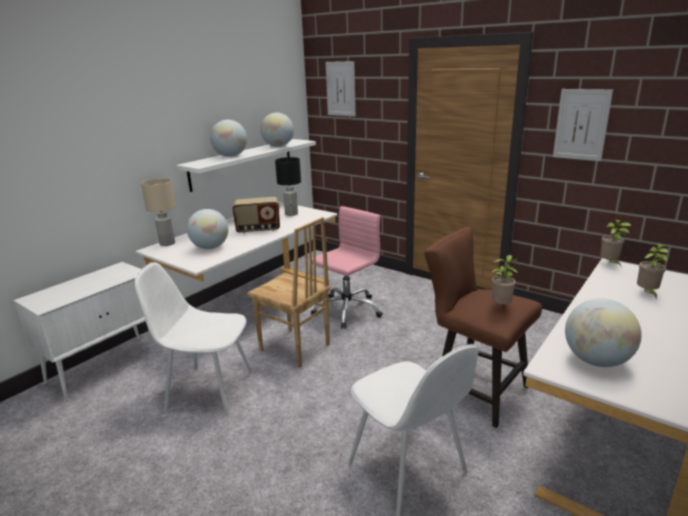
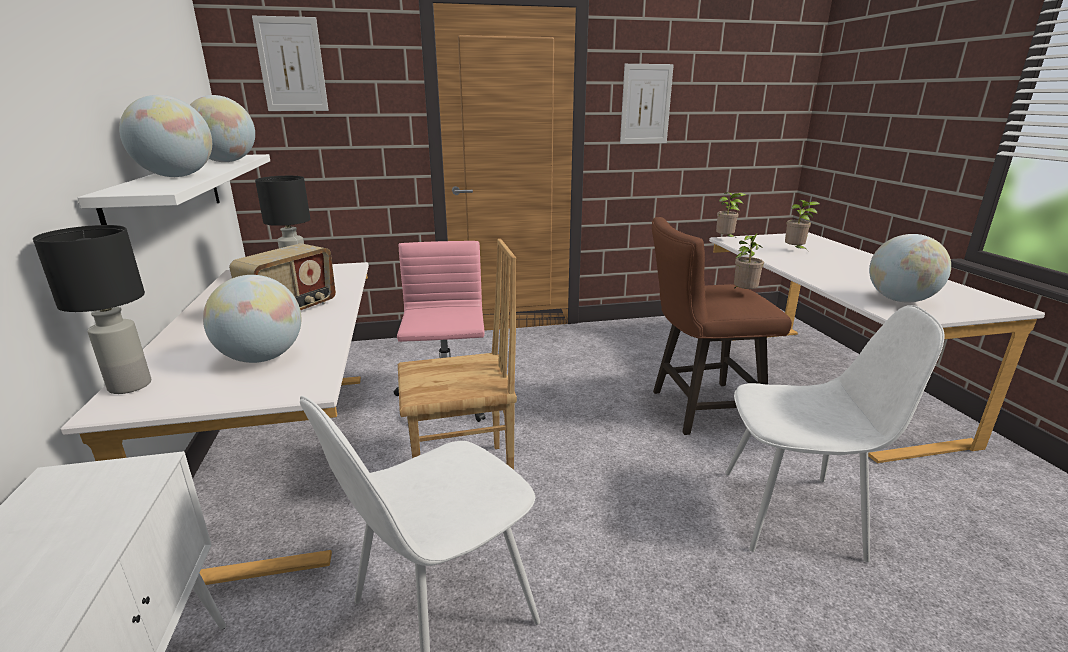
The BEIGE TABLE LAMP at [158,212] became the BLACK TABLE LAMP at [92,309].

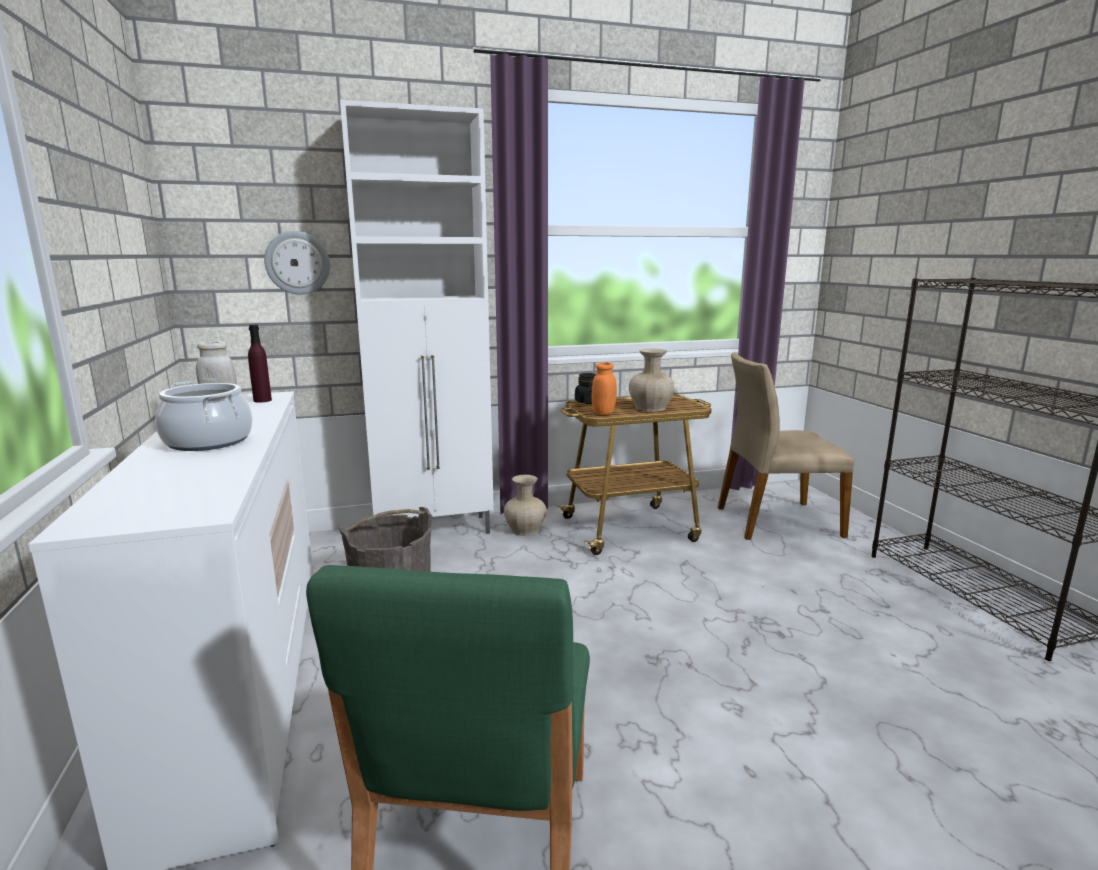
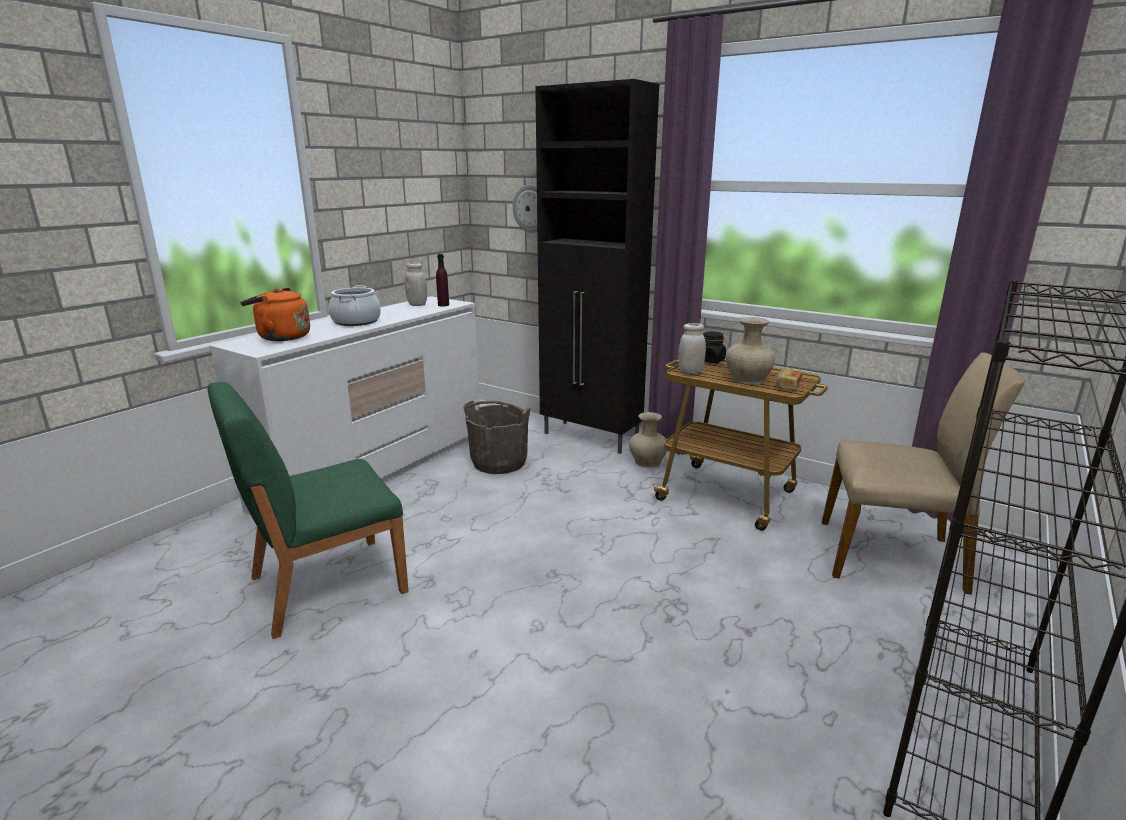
The ORANGE KETTLE at [275,314] appeared.
The WHITE CABINET at [417,317] became the BLACK CABINET at [597,266].
The ORANGE JAR at [604,389] became the WHITE JAR at [692,348].
The BREAD at [789,379] appeared.
The BEIGE CHAIR at [786,446] turned 150 degrees clockwise.

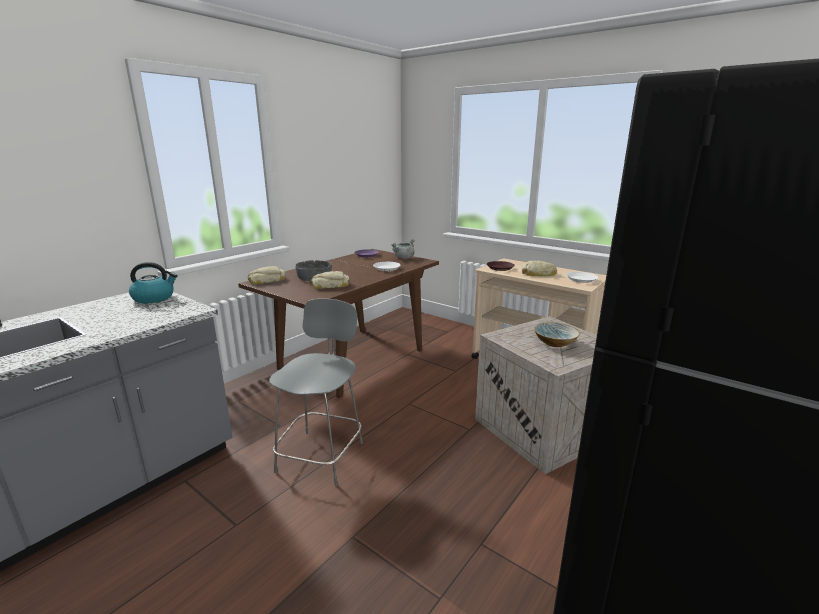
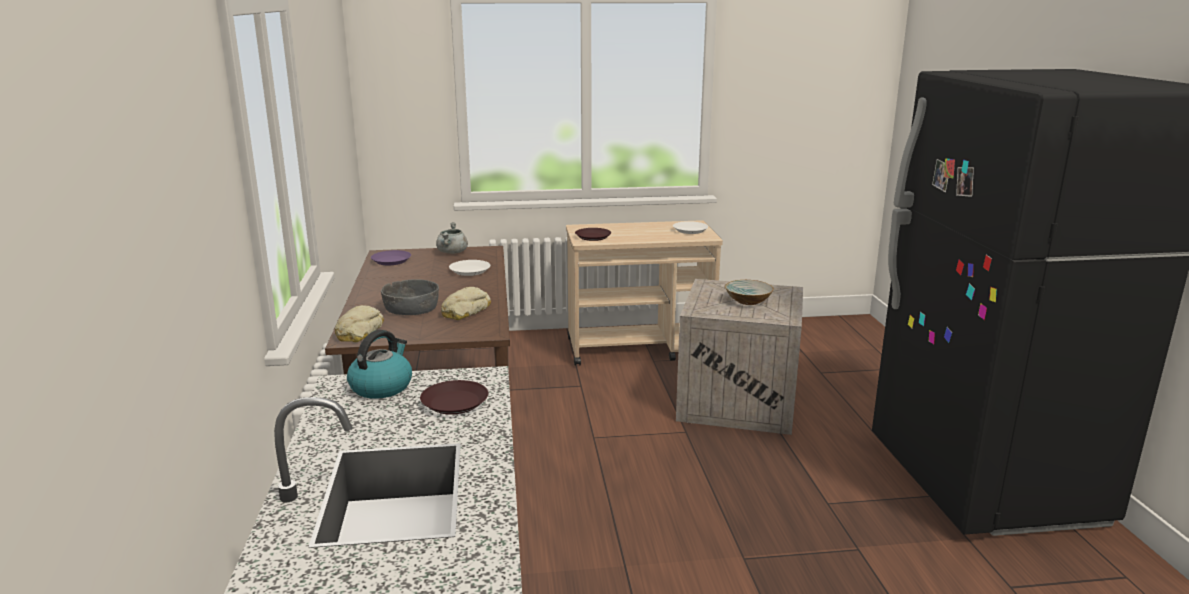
The BROWN PLATE at [454,397] appeared.
The GREY STOOL at [316,392] disappeared.
The BREAD at [539,268] disappeared.

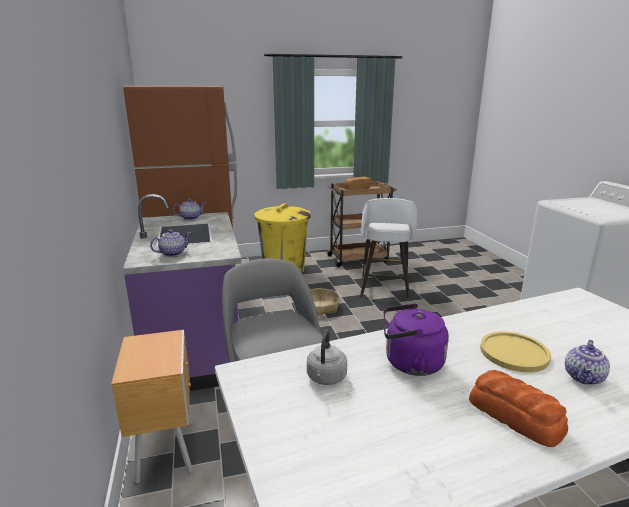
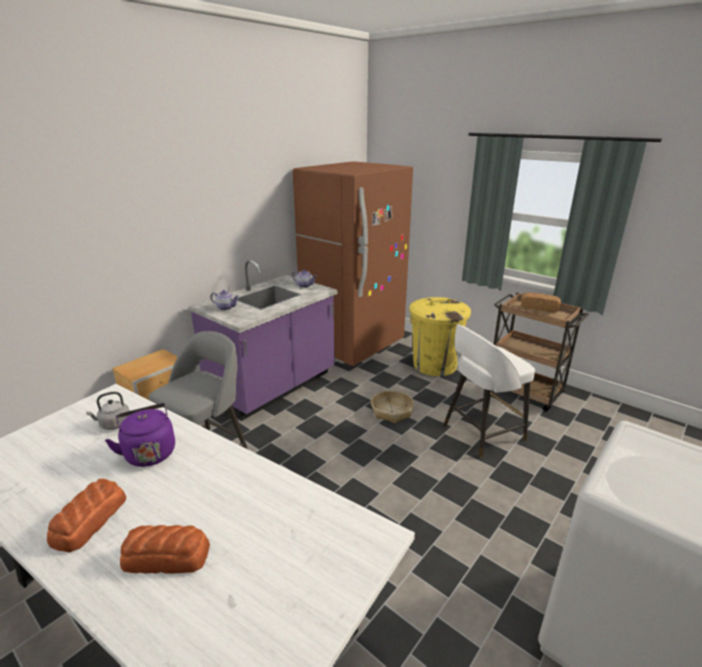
The TEAPOT at [587,362] was replaced by the BREAD at [165,549].
The YELLOW PLATE at [515,352] disappeared.

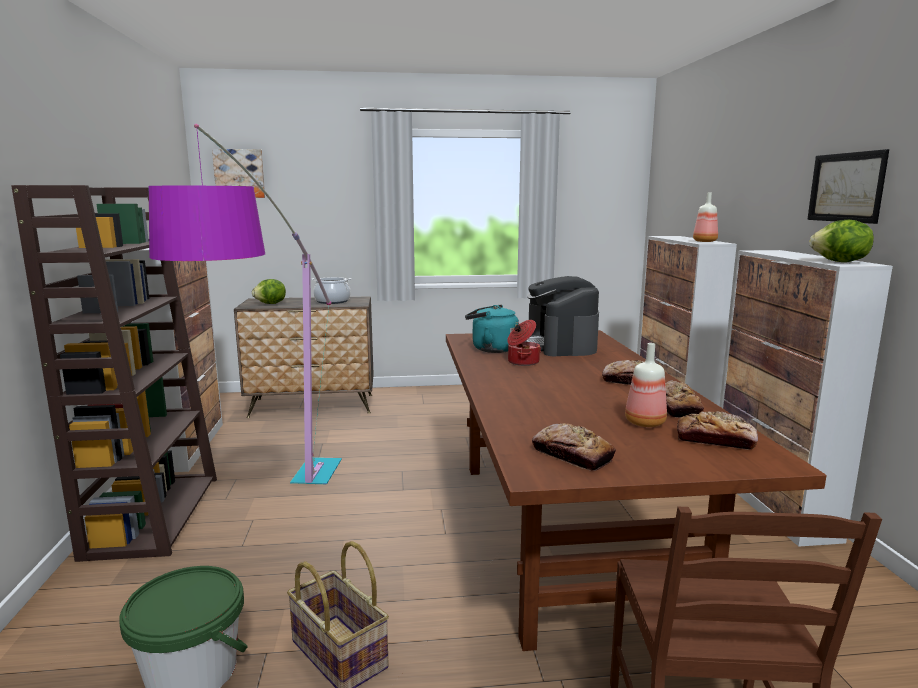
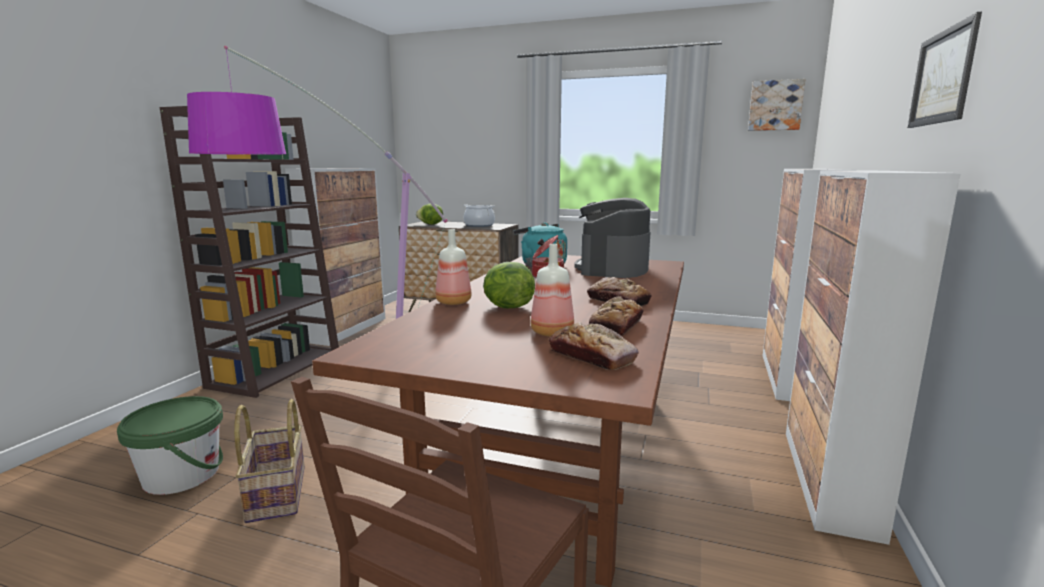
The BOTTLE moved from [705,217] to [453,267].
The LETTUCE moved from [841,241] to [509,285].
The PICTURE moved from [238,173] to [776,105].
The BREAD at [574,447] disappeared.

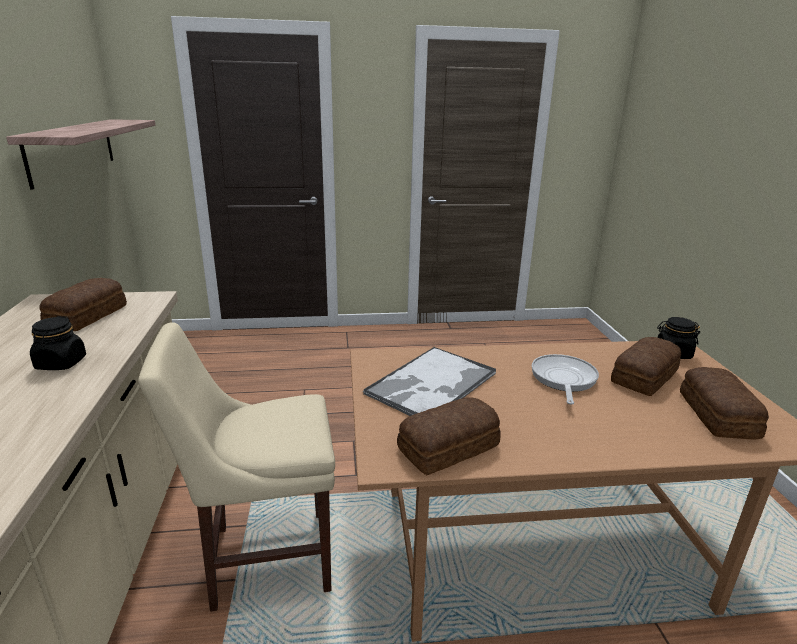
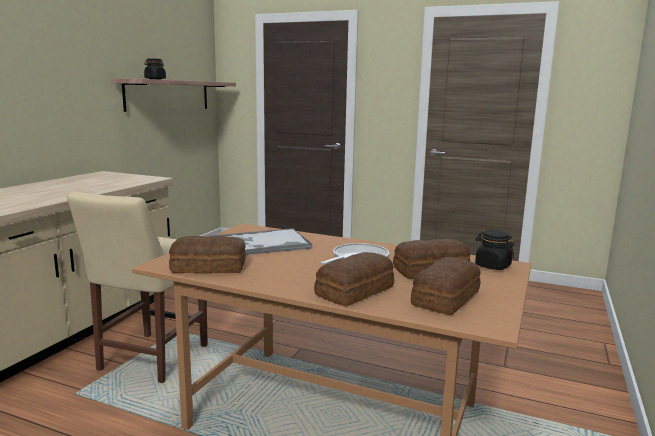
The BEIGE CHAIR at [236,467] turned 90 degrees counterclockwise.
The BLACK JAR moved from [58,343] to [155,69].
The BREAD moved from [83,304] to [354,279].

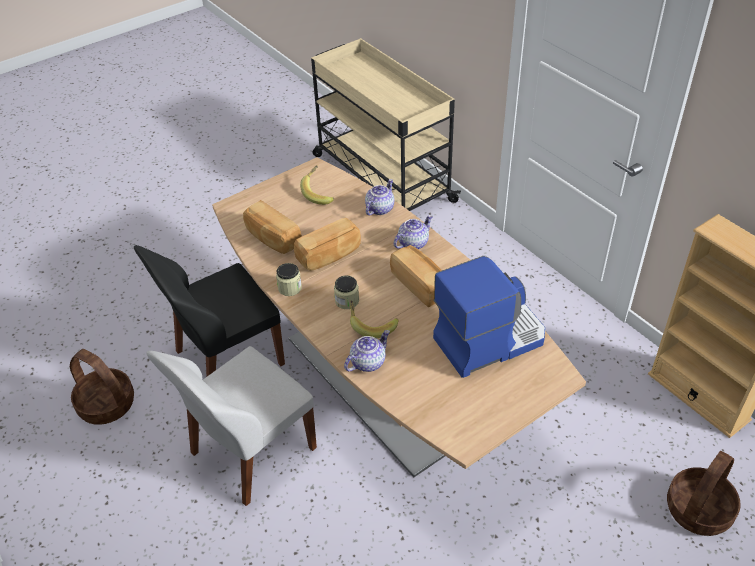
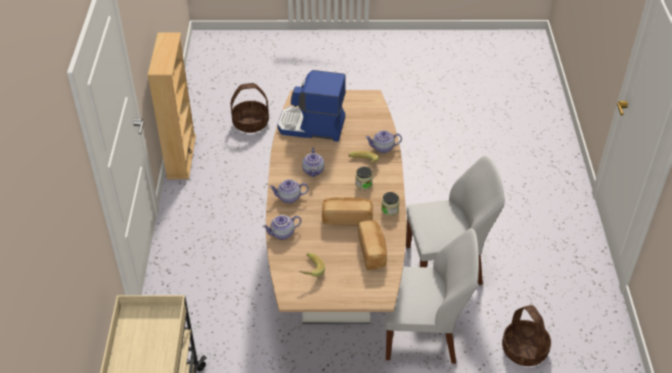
The BREAD at [416,276] was replaced by the TEAPOT at [313,162].
The BLACK CHAIR at [209,311] became the WHITE CHAIR at [432,296].

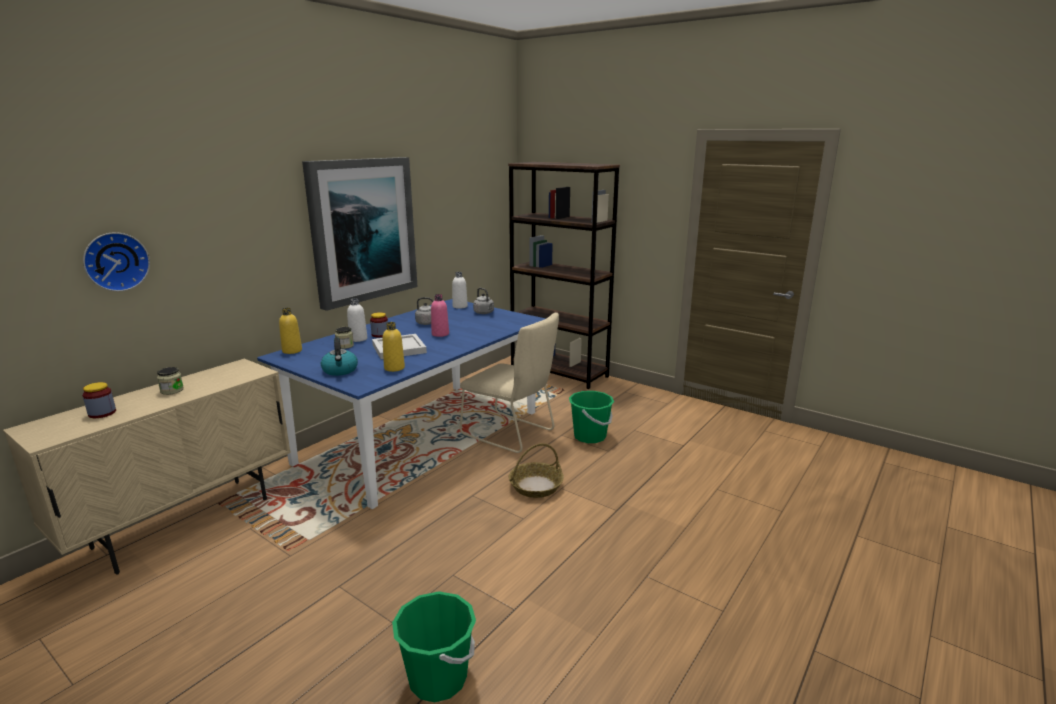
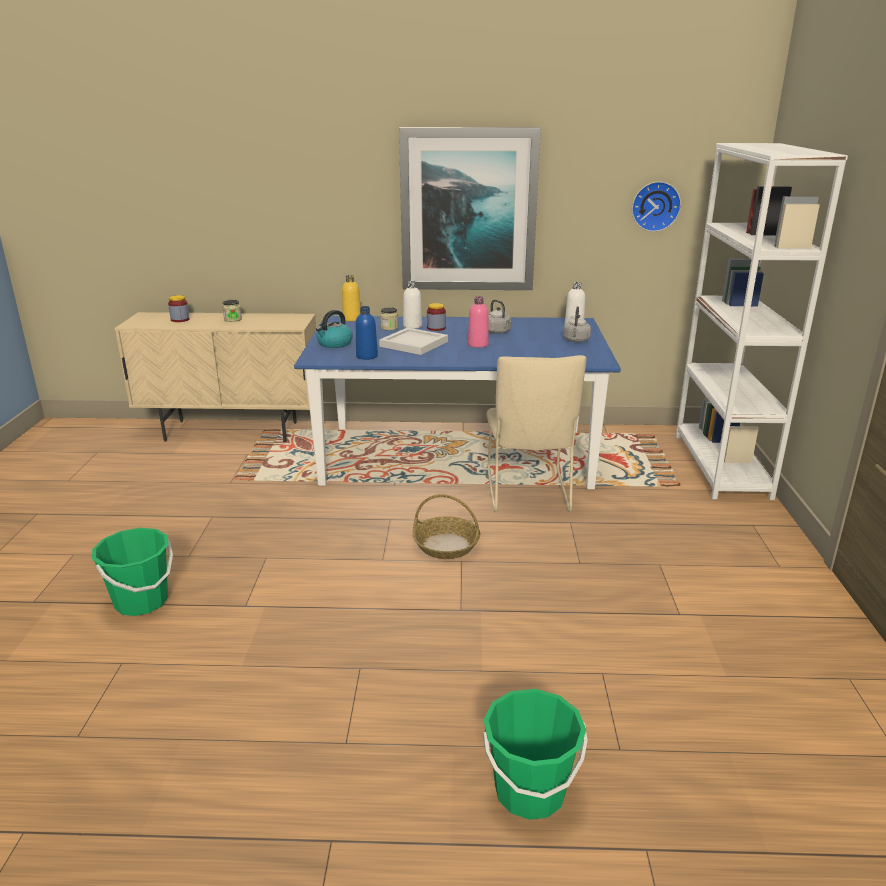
The YELLOW BOTTLE at [394,347] became the BLUE BOTTLE at [367,333].
The GREEN BUCKET moved from [591,417] to [535,754].
The WALL CLOCK moved from [116,261] to [656,206].
The BROWN BOOKCASE at [564,275] became the WHITE BOOKCASE at [762,321].

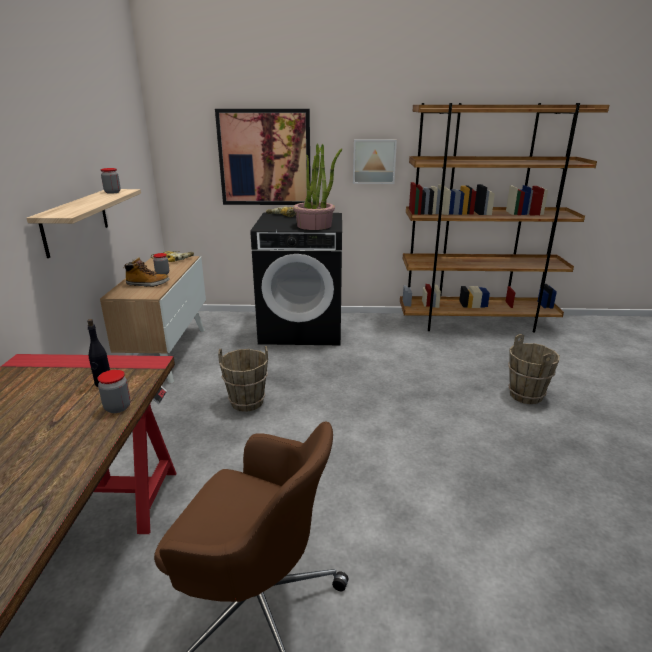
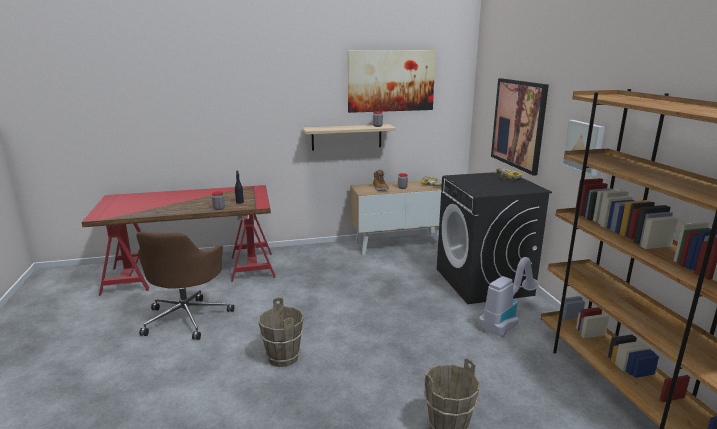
The BROWN BUCKET moved from [243,379] to [281,332].
The PICTURE at [391,81] appeared.
The VACUUM CLEANER at [508,297] appeared.
The POTTED PLANT at [317,187] disappeared.

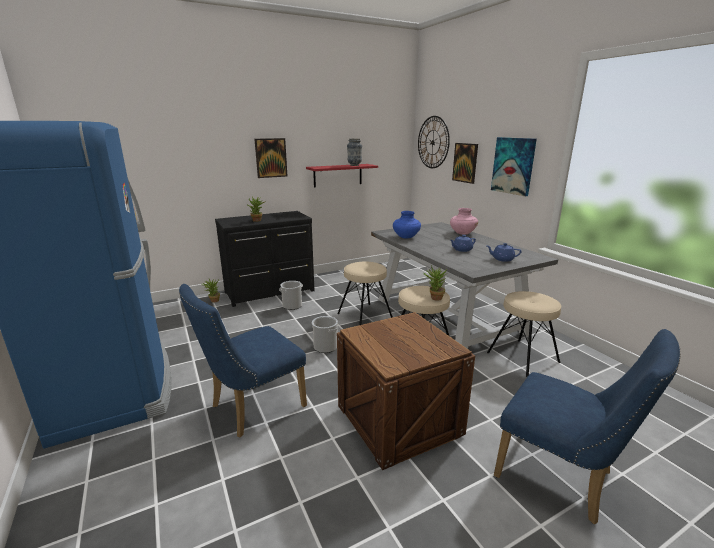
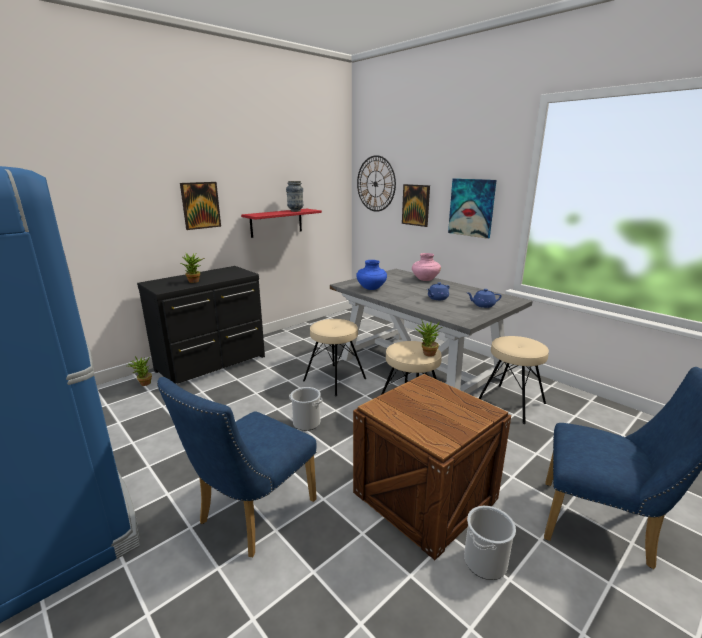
The BUCKET moved from [291,295] to [490,543].

